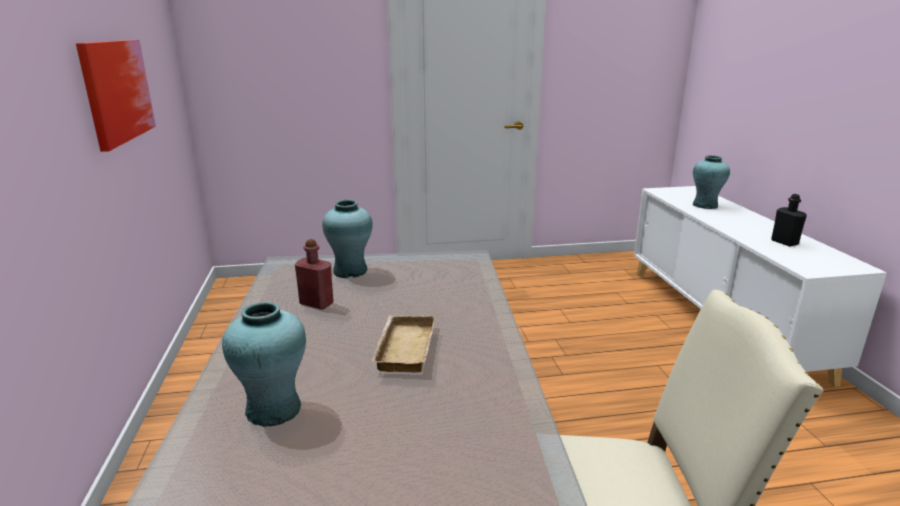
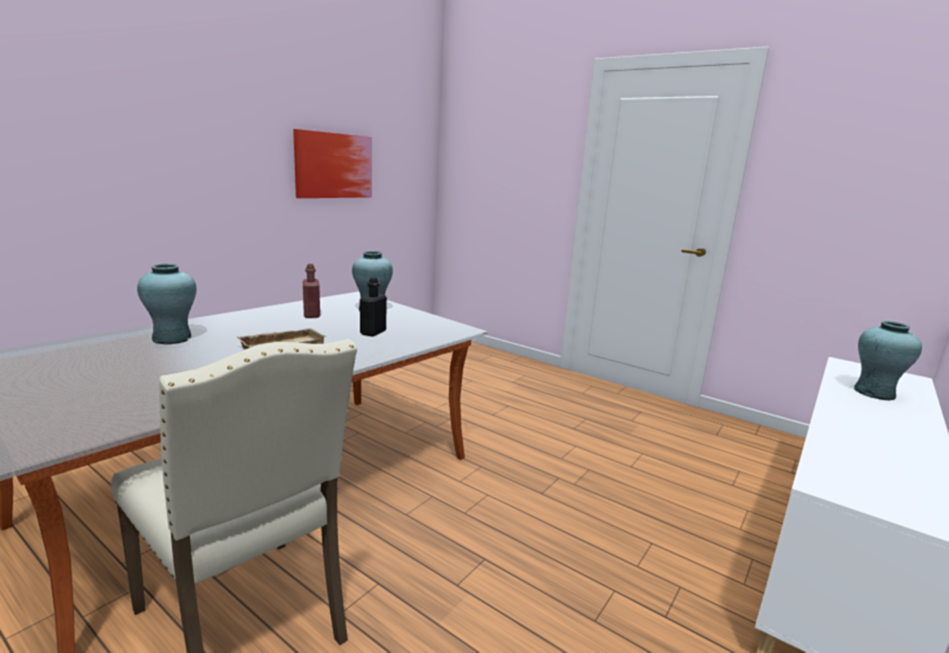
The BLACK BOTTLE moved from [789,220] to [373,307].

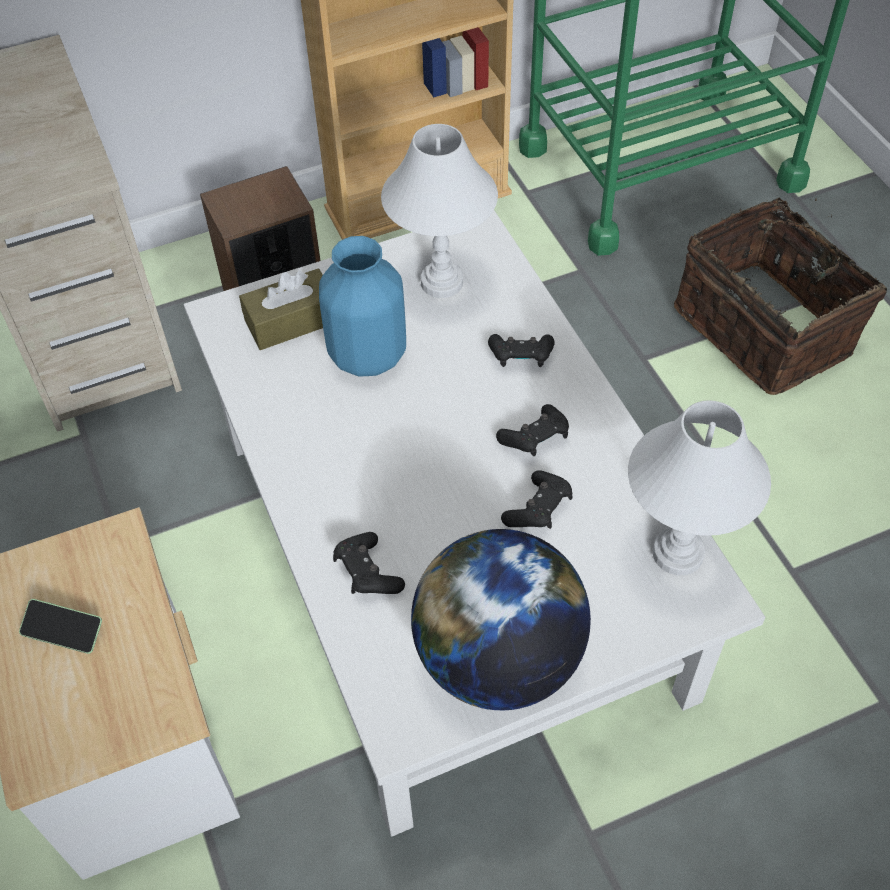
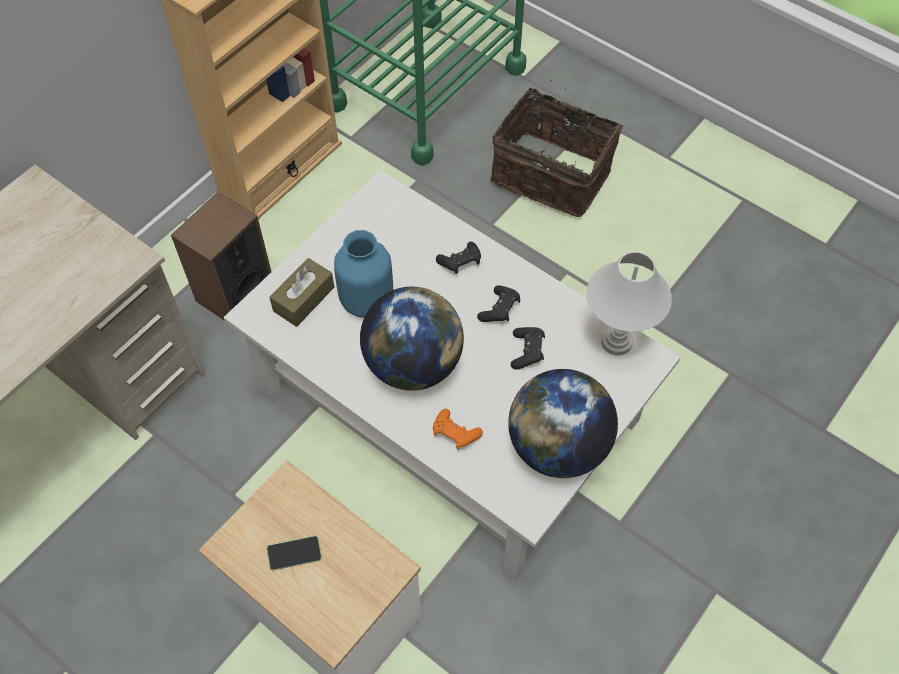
The GLOBE at [412,339] appeared.
The BLACK GAME CONTROLLER at [369,563] became the ORANGE GAME CONTROLLER at [458,429].
The WHITE TABLE LAMP at [439,211] disappeared.

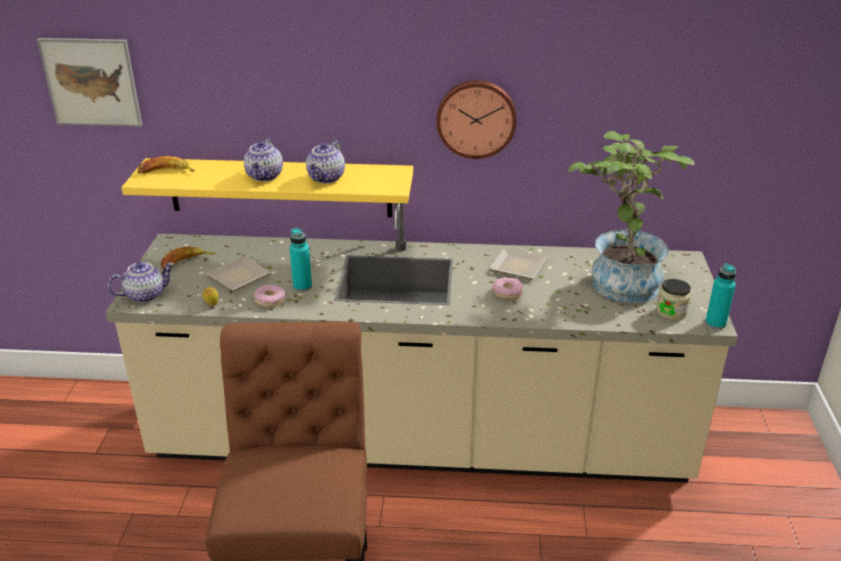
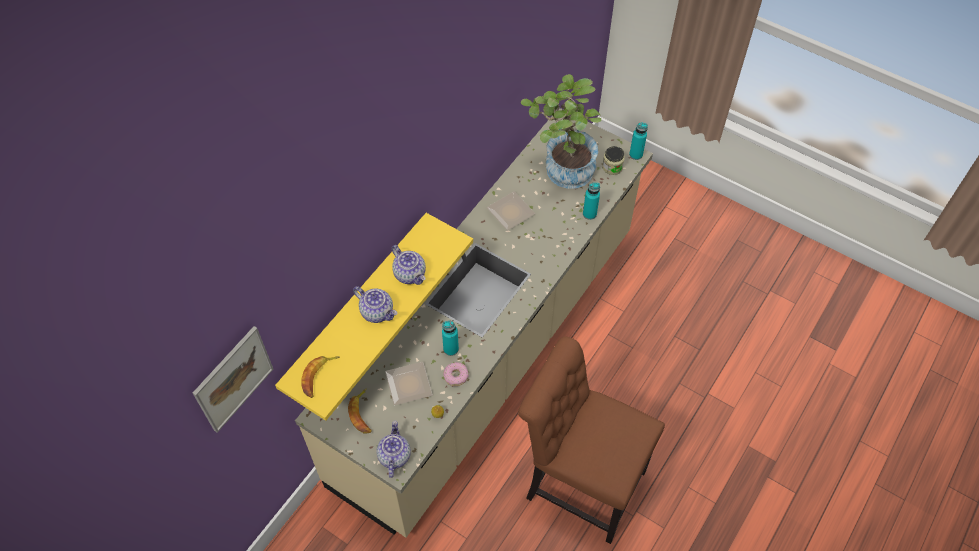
The TURQUOISE BOTTLE at [591,201] appeared.
The WALL CLOCK at [476,119] disappeared.
The DONUT at [508,288] disappeared.

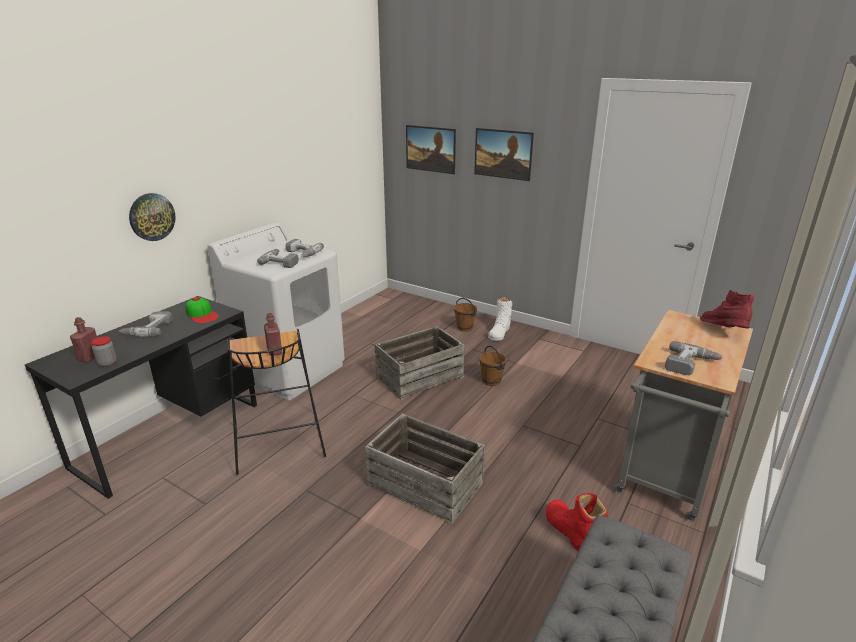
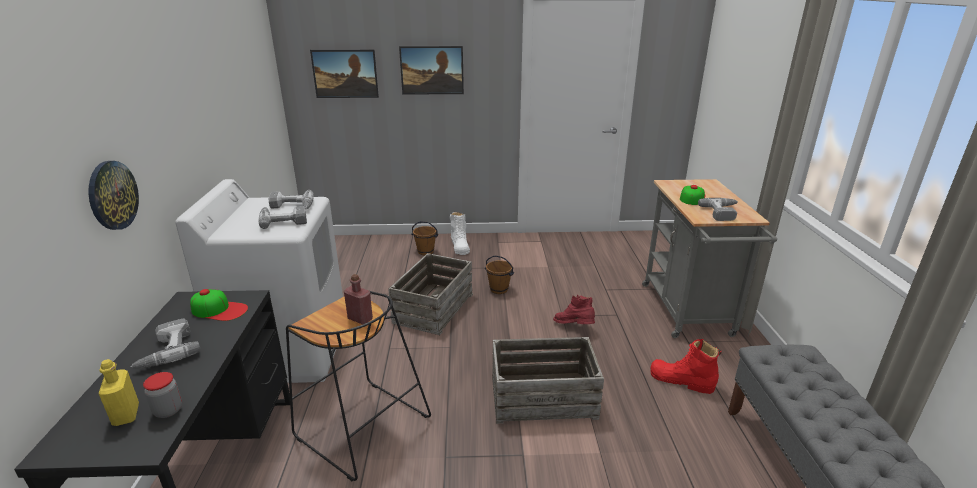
The RED BOTTLE at [83,339] became the YELLOW BOTTLE at [119,392].
The RED BOOT moved from [727,309] to [574,309].
The CAP at [693,195] appeared.

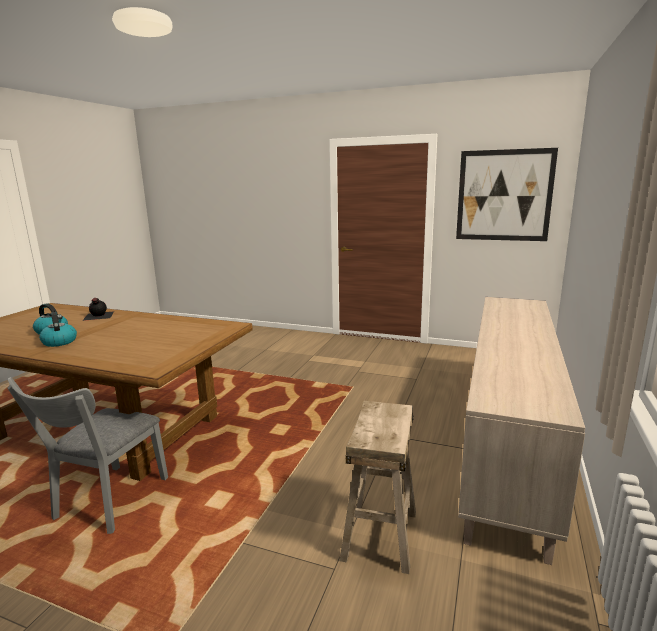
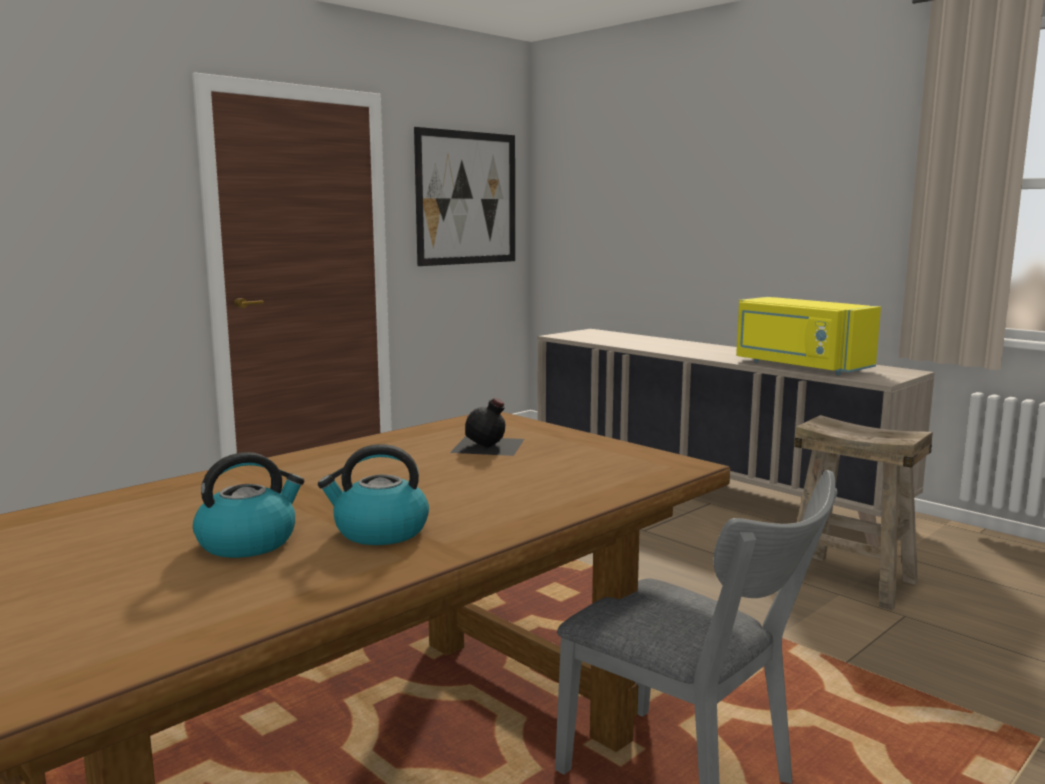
The BLACK BOTTLE moved from [98,309] to [487,427].
The YELLOW MICROWAVE at [808,336] appeared.

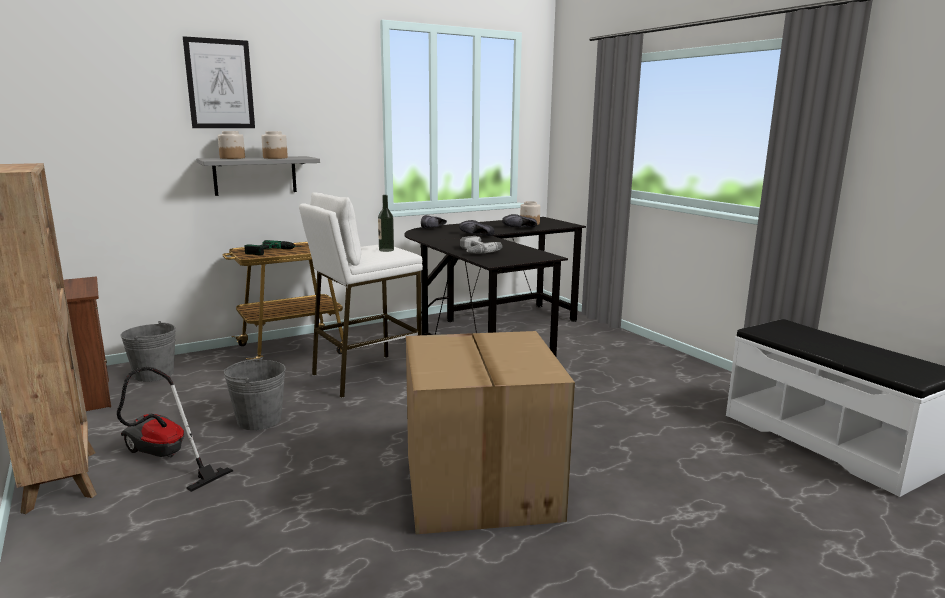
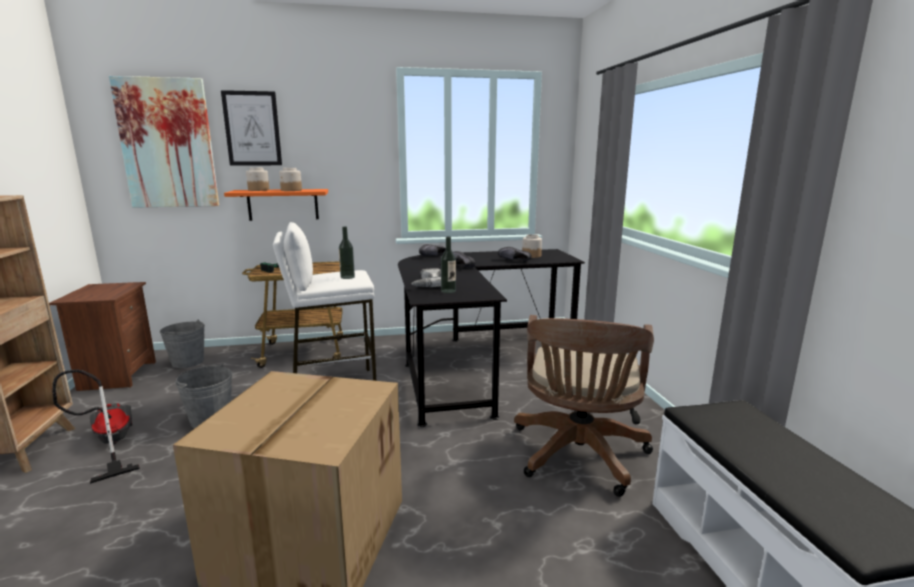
The PICTURE at [164,142] appeared.
The GREY SHELF at [258,176] became the ORANGE SHELF at [276,205].
The BOTTLE at [448,264] appeared.
The BROWN OFFICE CHAIR at [584,406] appeared.

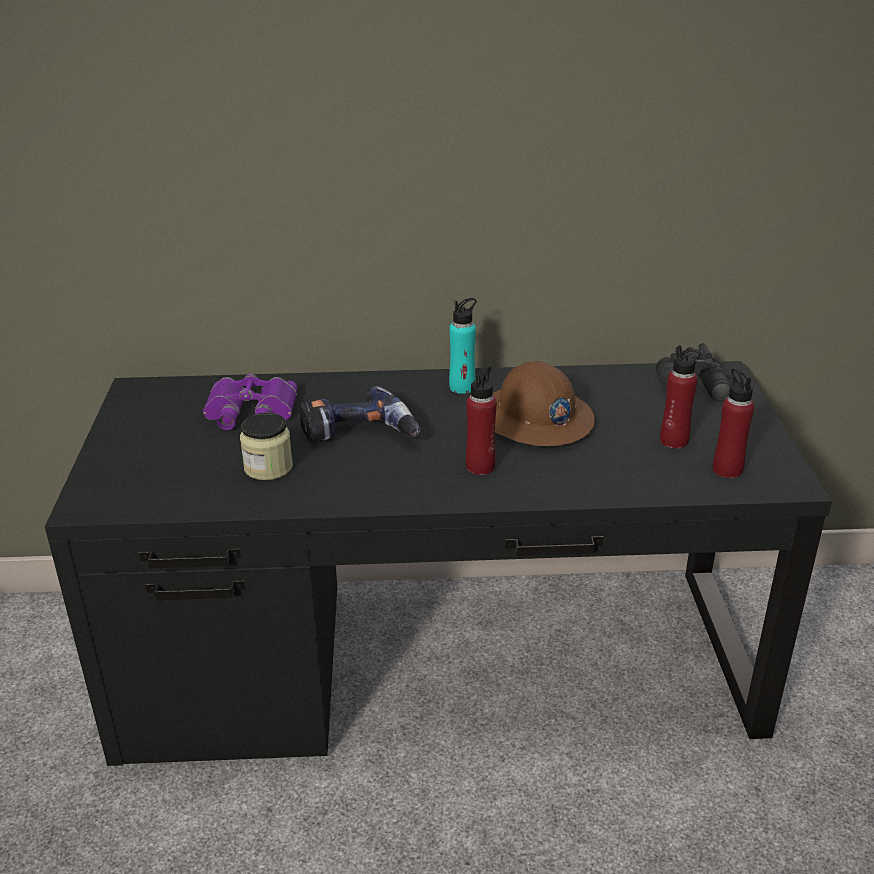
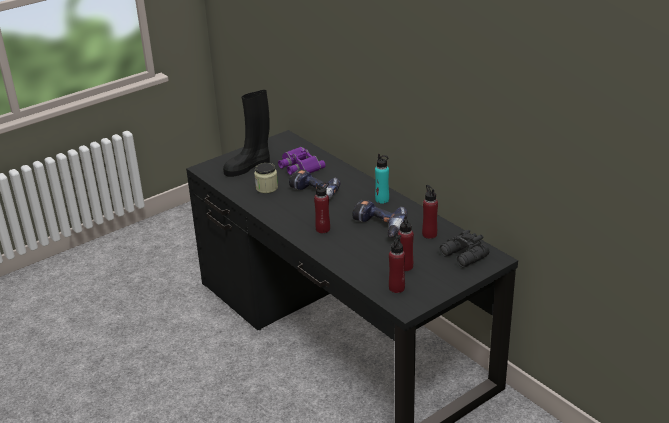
The BLACK BOOT at [246,133] appeared.
The BROWN HARD HAT at [544,403] was replaced by the POWER DRILL at [380,219].
The RED BOTTLE at [430,212] appeared.

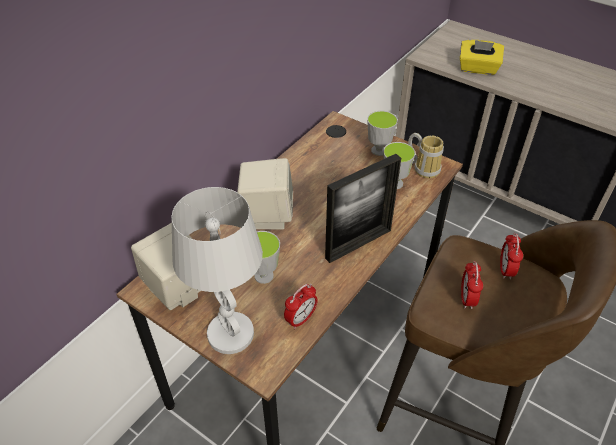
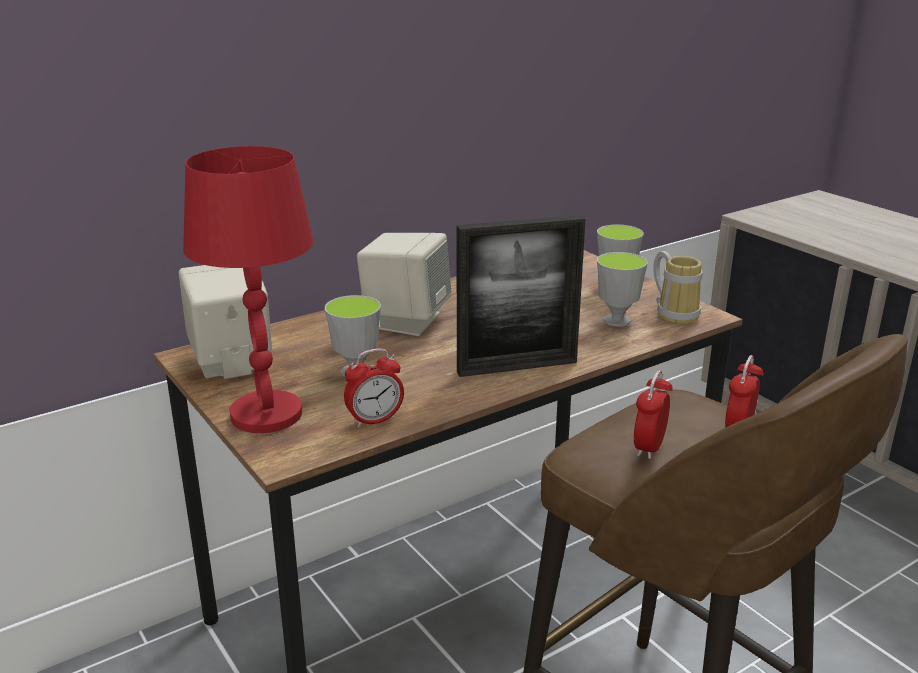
The WHITE TABLE LAMP at [217,270] became the RED TABLE LAMP at [248,289].
The YELLOW TISSUE BOX at [482,57] disappeared.

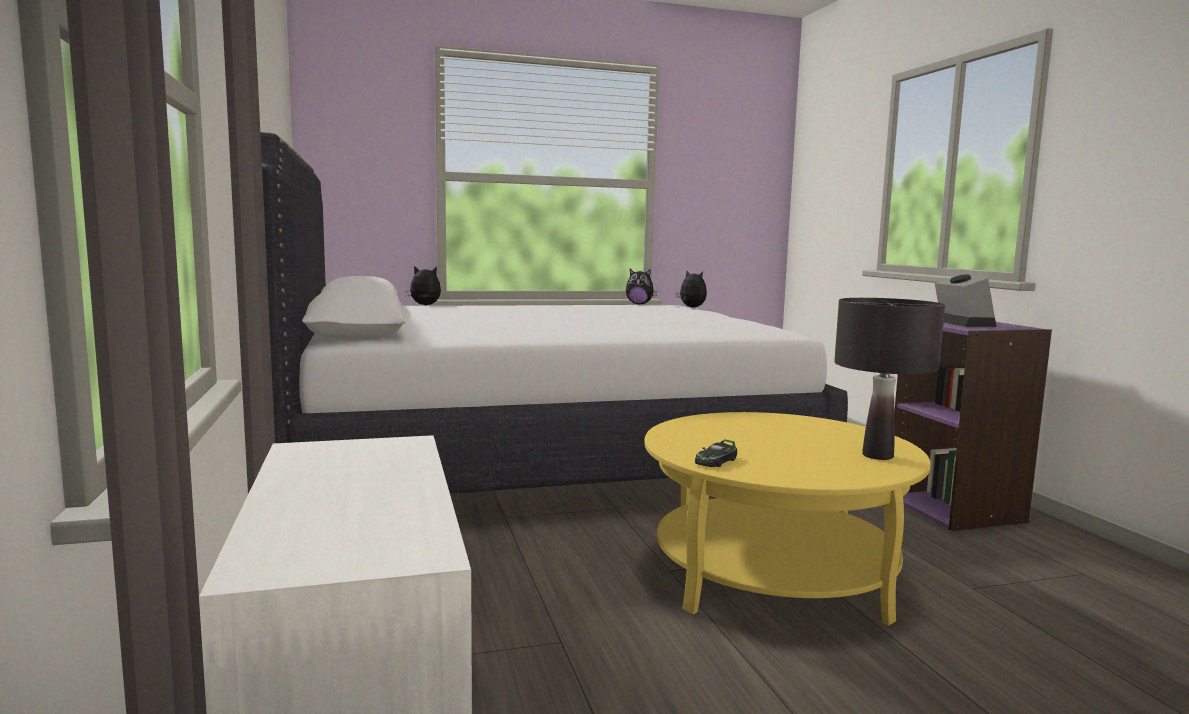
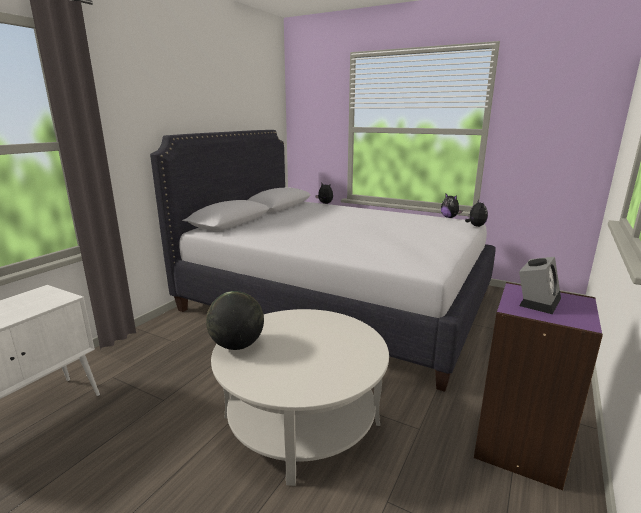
The TOY CAR at [716,453] was replaced by the GLOBE at [235,320].
The YELLOW COFFEE TABLE at [787,518] became the WHITE COFFEE TABLE at [300,397].
The BLACK TABLE LAMP at [889,379] disappeared.

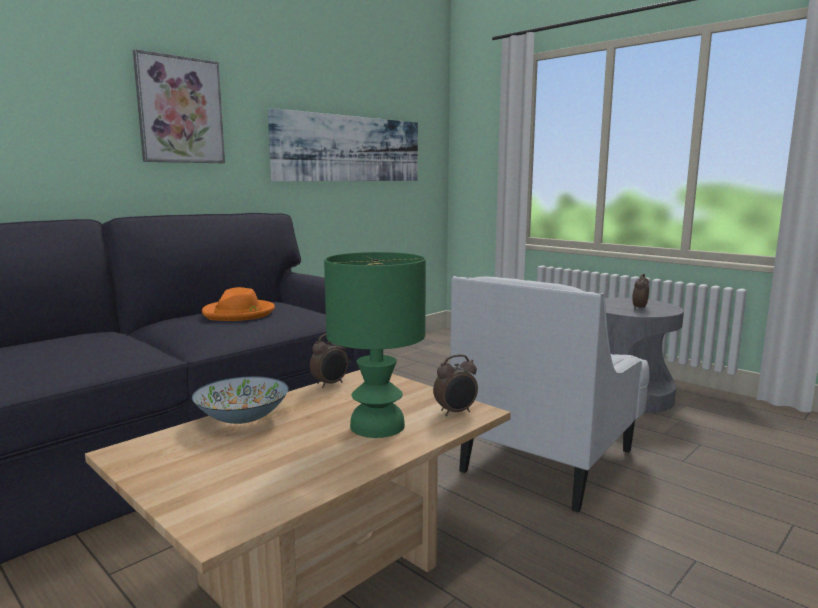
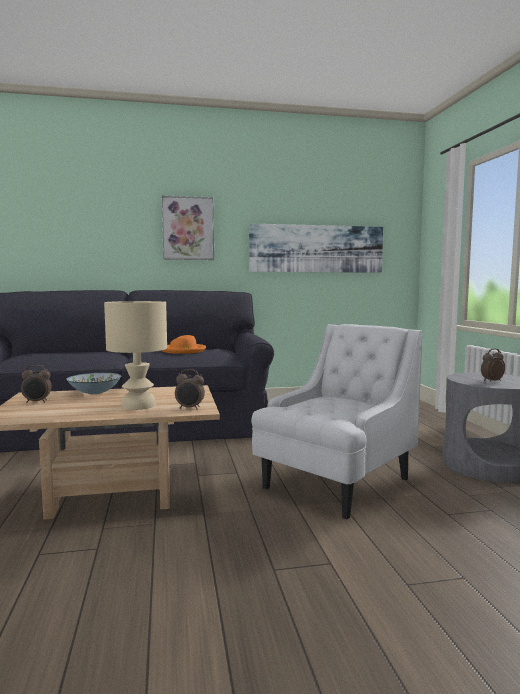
The ALARM CLOCK moved from [329,361] to [36,384].
The GREEN TABLE LAMP at [375,345] became the BEIGE TABLE LAMP at [135,355].
The WHITE ARMCHAIR at [550,394] turned 150 degrees clockwise.

